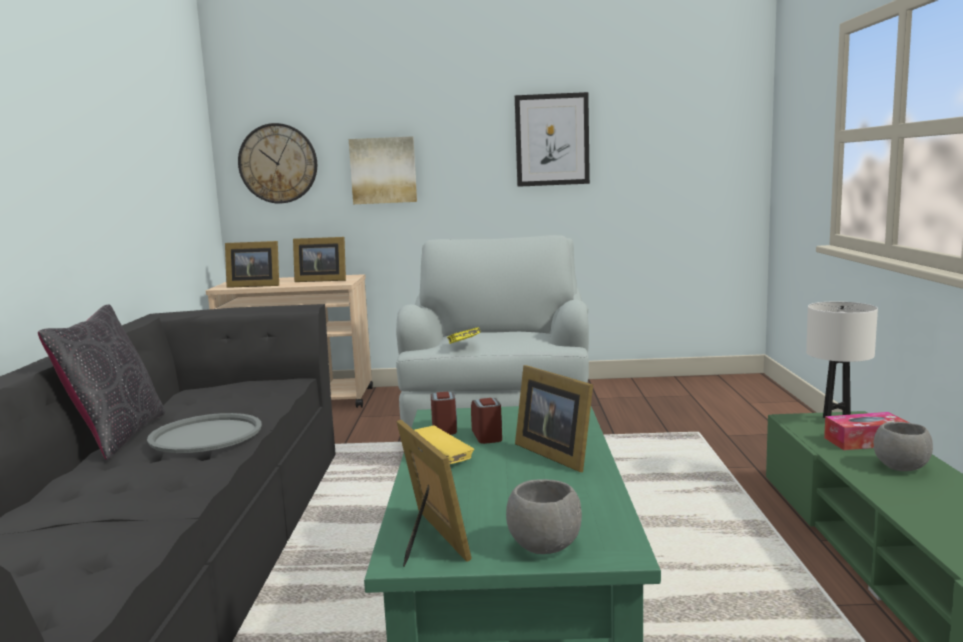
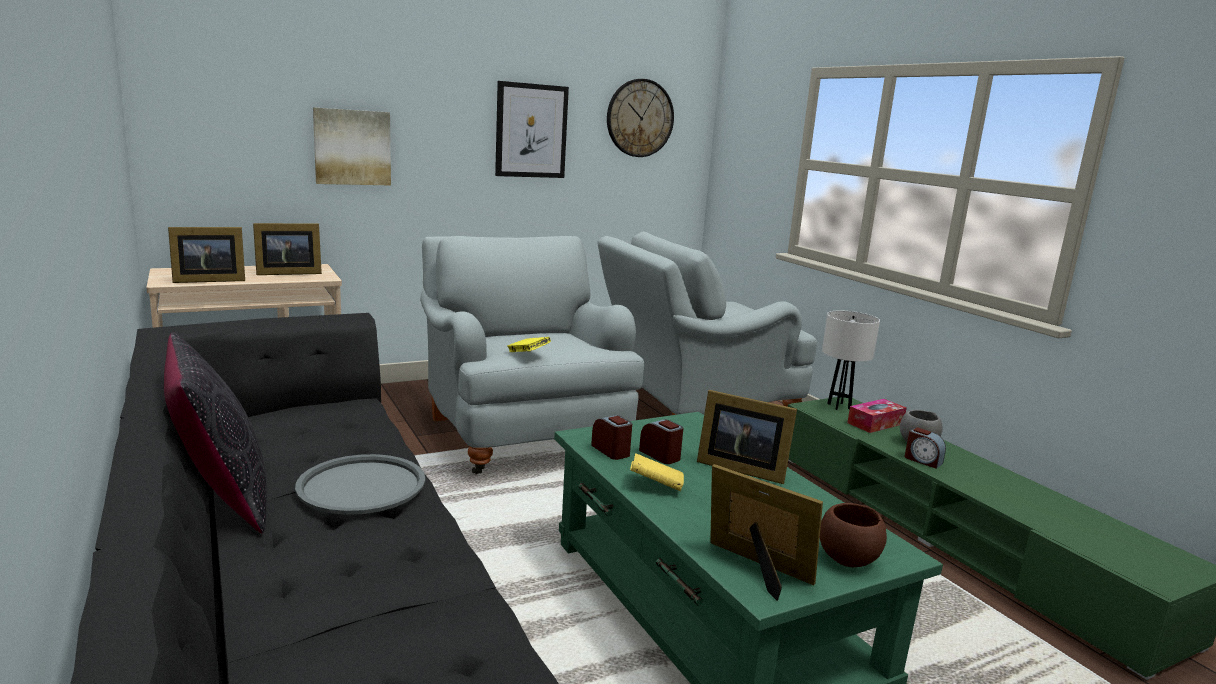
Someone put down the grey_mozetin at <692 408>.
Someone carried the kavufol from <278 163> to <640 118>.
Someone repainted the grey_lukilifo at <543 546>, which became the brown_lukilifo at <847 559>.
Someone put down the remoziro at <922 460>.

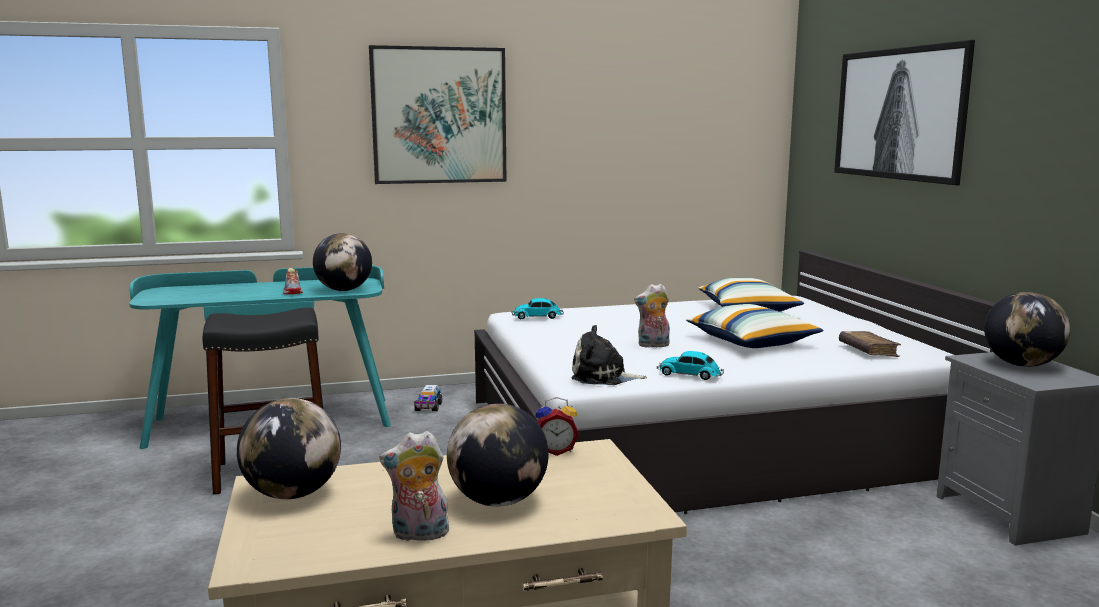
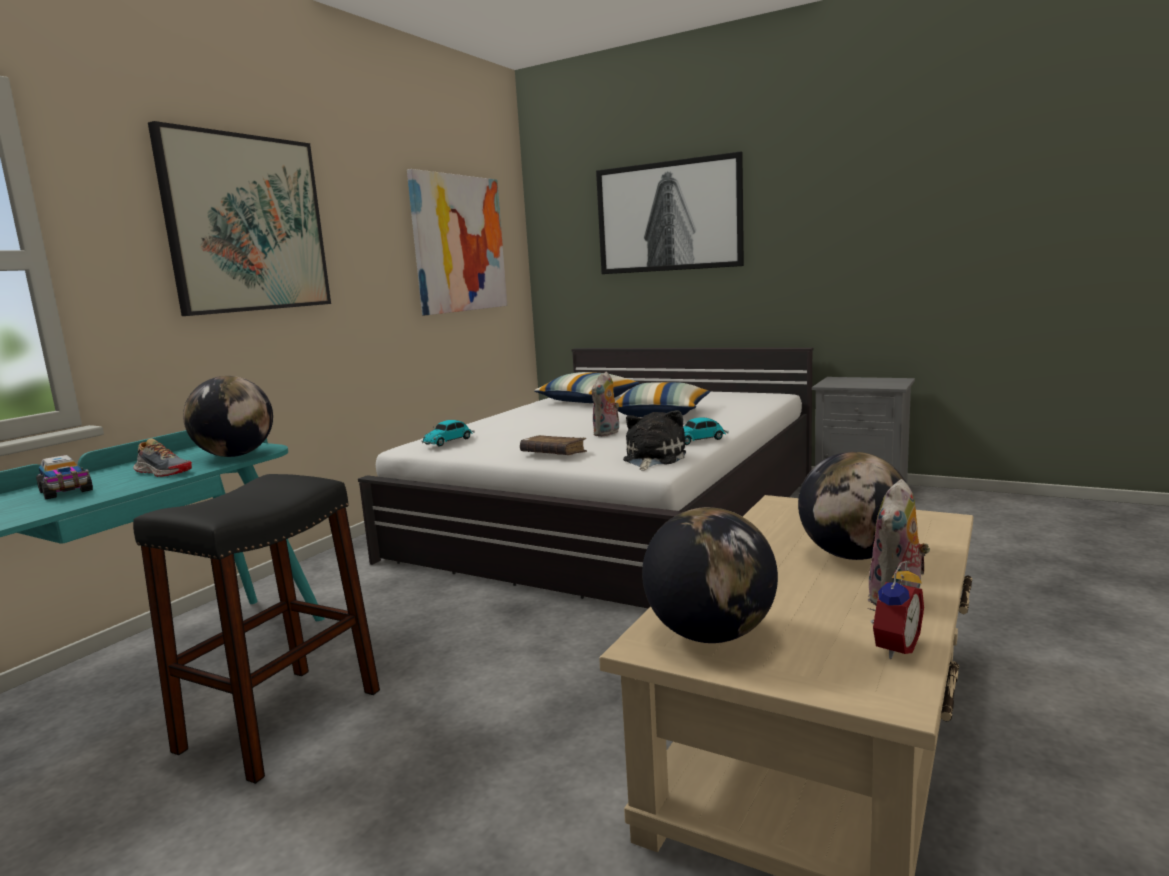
Someone carried the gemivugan from <428 407> to <66 491>.
Someone put up the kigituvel at <459 244>.
Someone carried the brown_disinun from <868 351> to <553 454>.
Someone rotated the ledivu at <603 377> by 150 degrees clockwise.
Someone carried the remoziro from <556 451> to <892 647>.
Someone took away the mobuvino at <1022 365>.

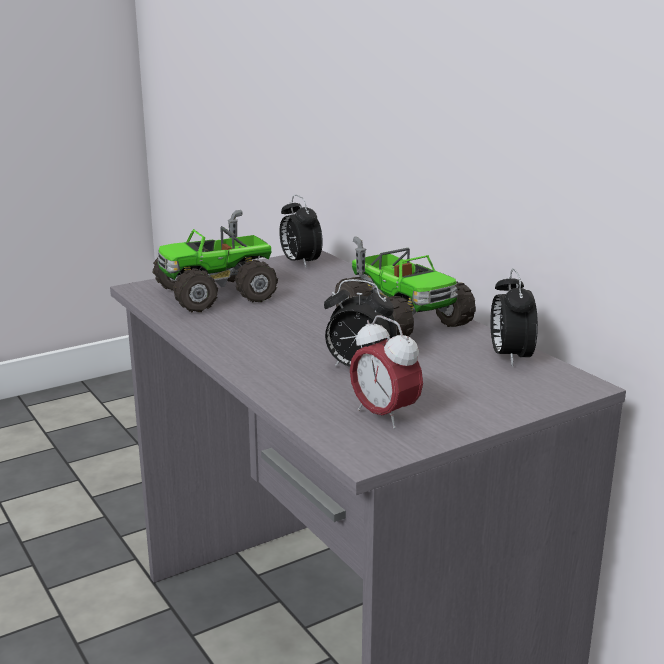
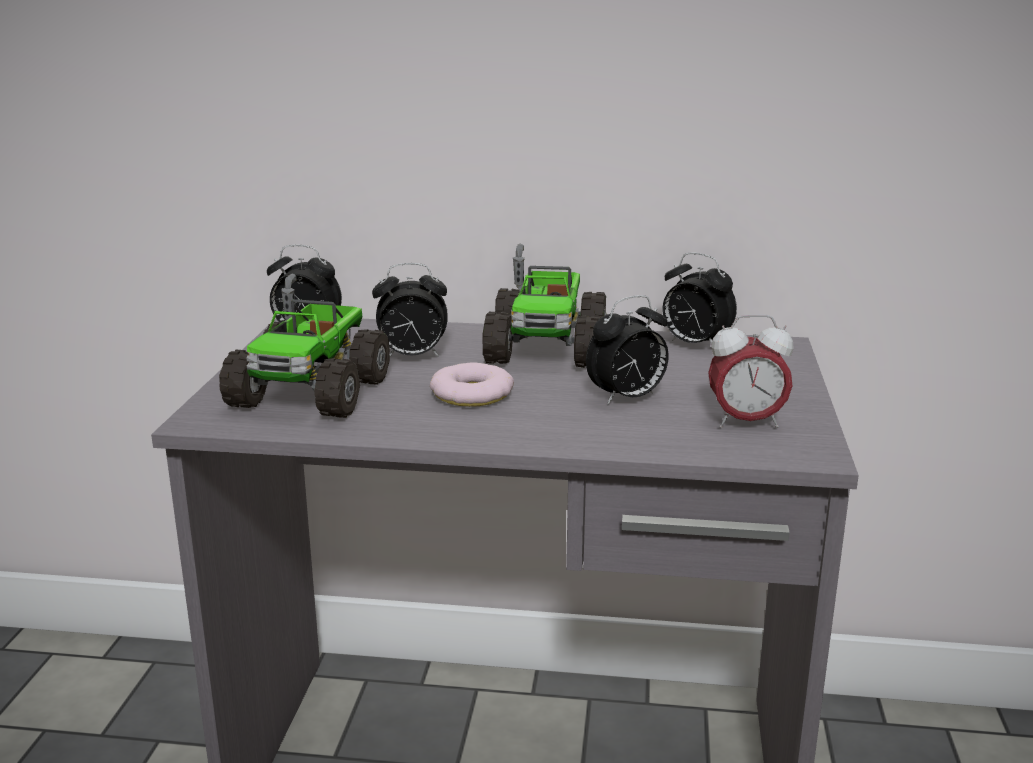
Someone put down the remoziro at <412 357>.
Someone put down the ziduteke at <471 394>.
Someone rotated the gemivugan at <401 321> by 90 degrees clockwise.

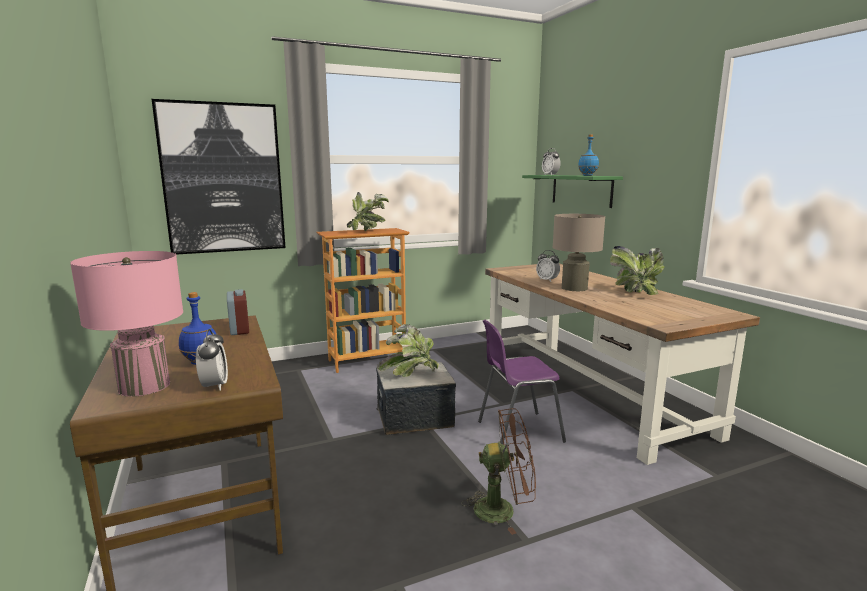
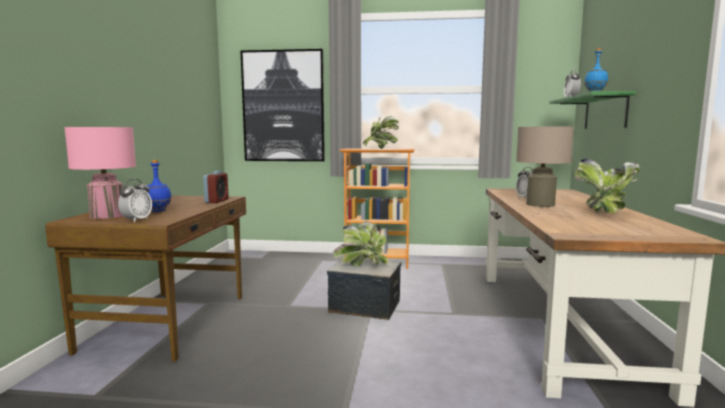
Someone took away the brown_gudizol at <503 509>.
Someone took away the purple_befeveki at <517 431>.

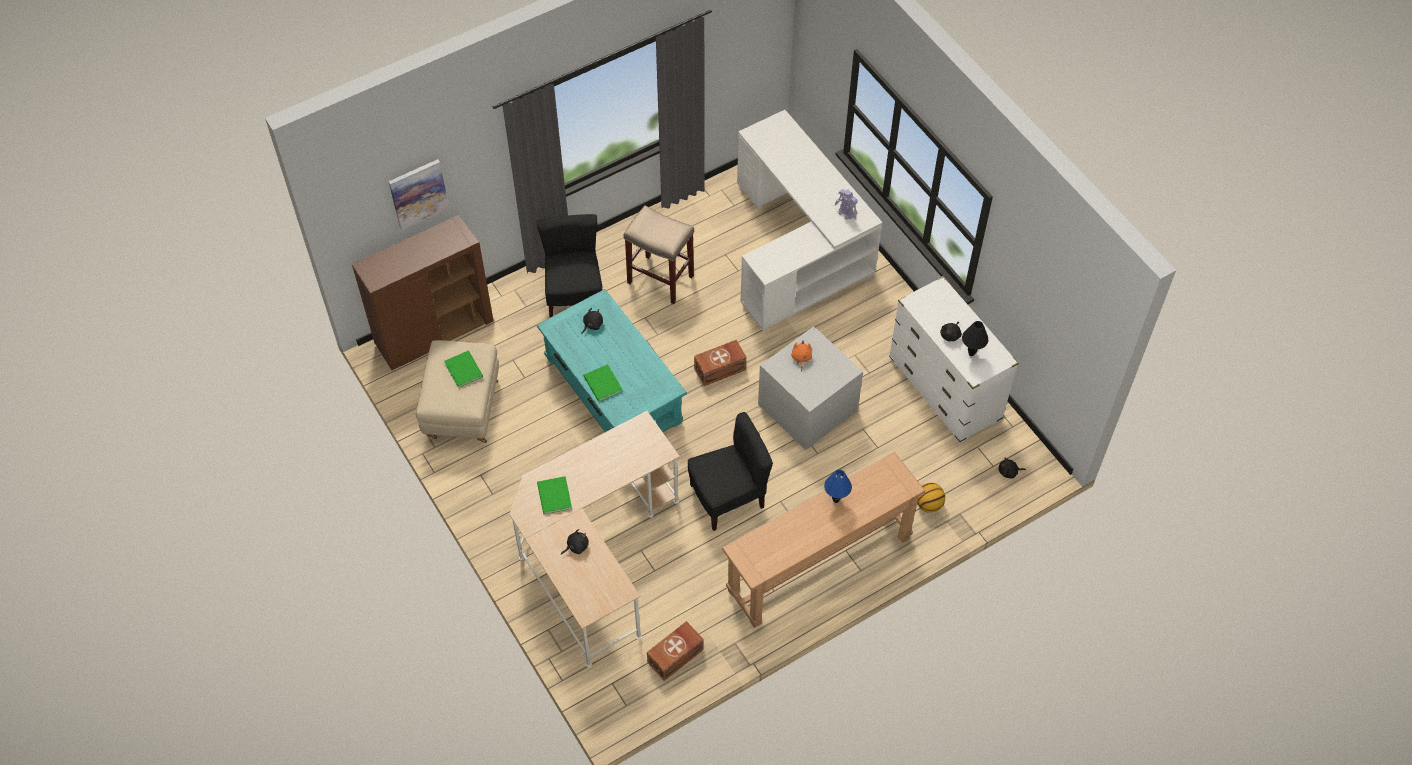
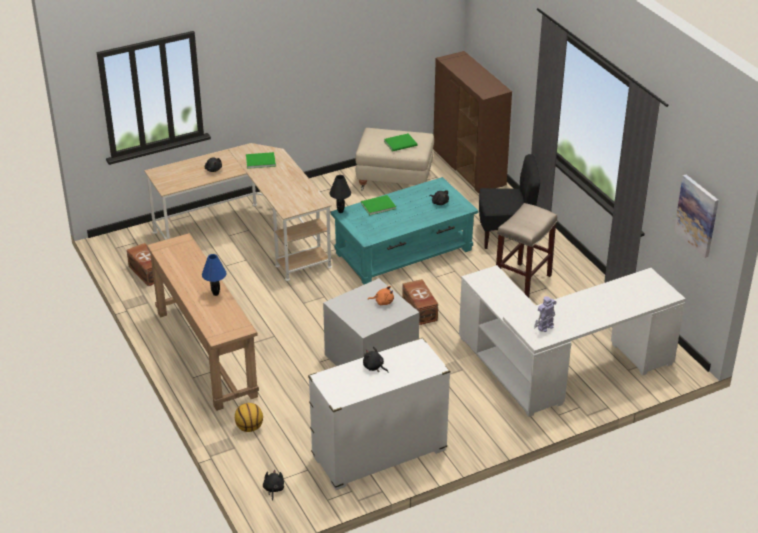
Someone carried the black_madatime from <971 353> to <341 211>.
Someone carried the kigituvel from <418 193> to <697 215>.
Someone took away the black_befeveki at <727 497>.

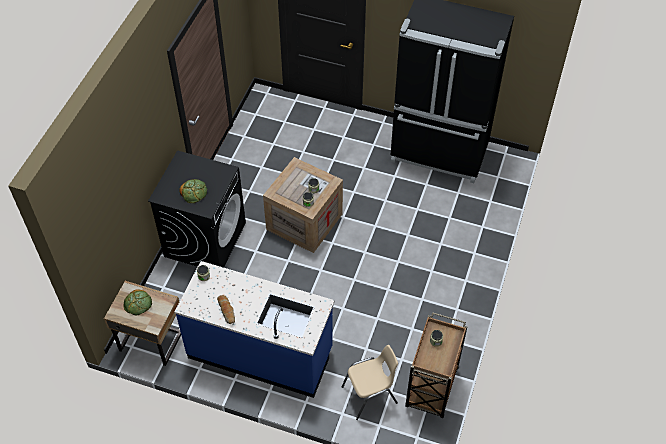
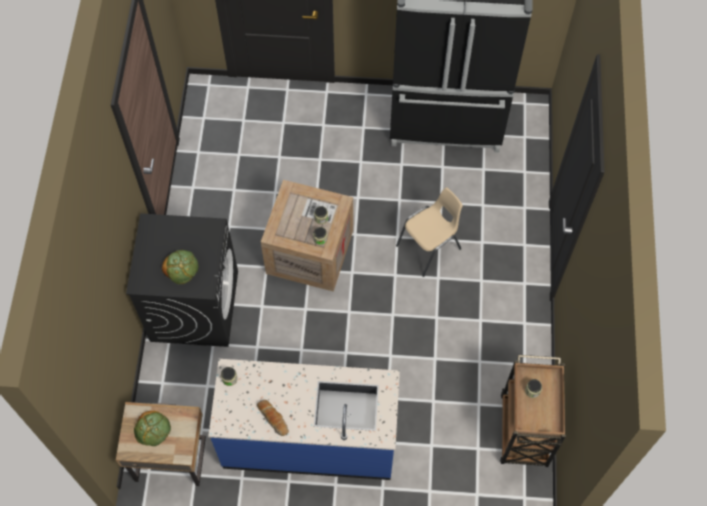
Someone carried the beige_befeveki from <370 395> to <429 247>.

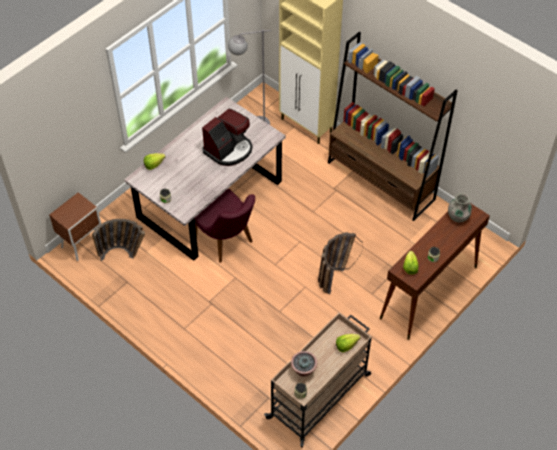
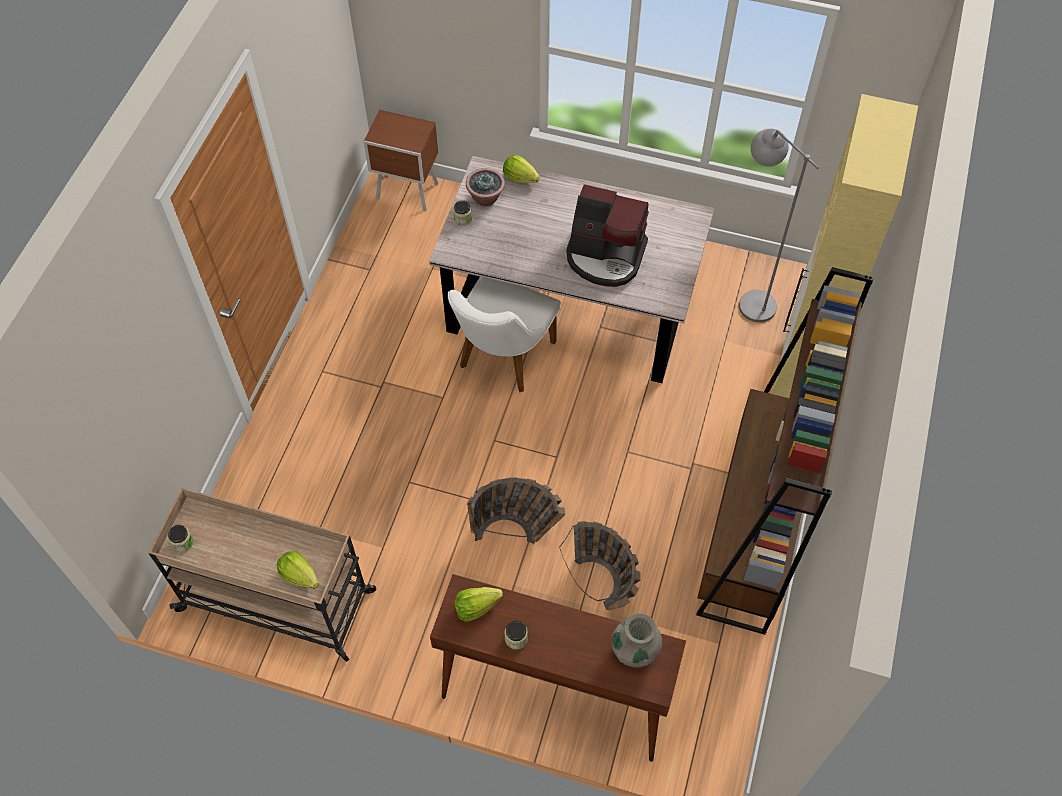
Someone repainted the purple_befeveki at <227 242>, which became the white_befeveki at <501 360>.
Someone carried the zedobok from <303 370> to <485 198>.
Someone carried the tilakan from <124 254> to <606 591>.

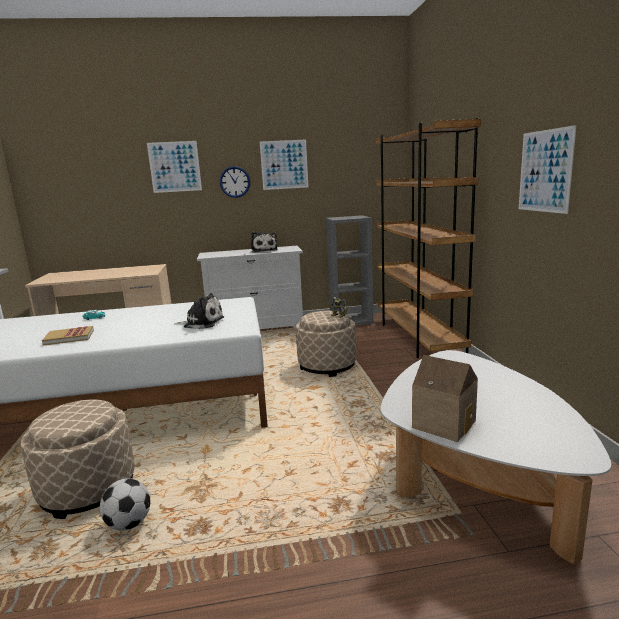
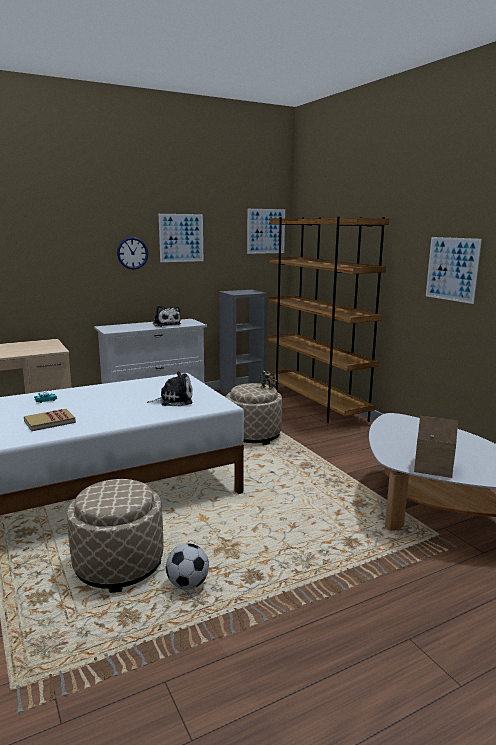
Someone carried the kigituvel from <175 167> to <266 231>.

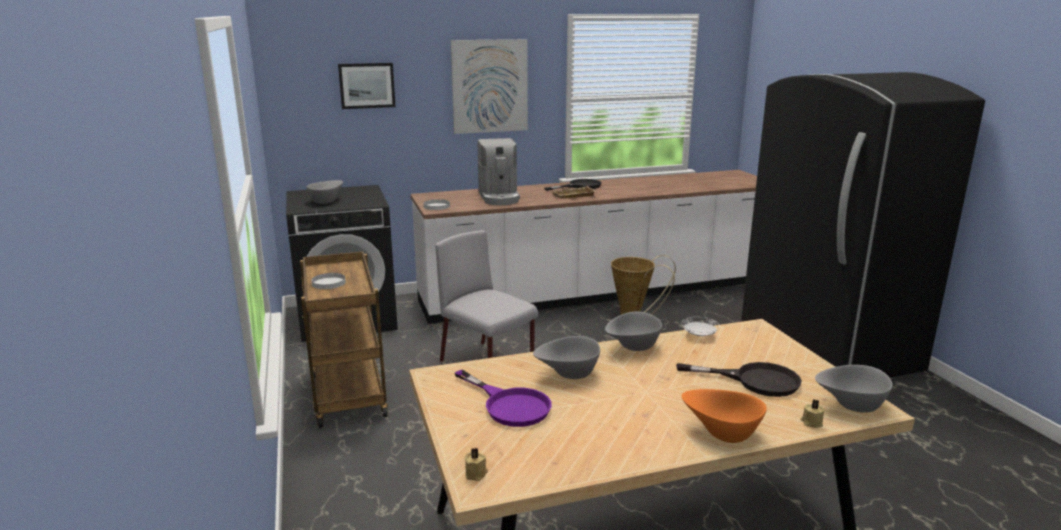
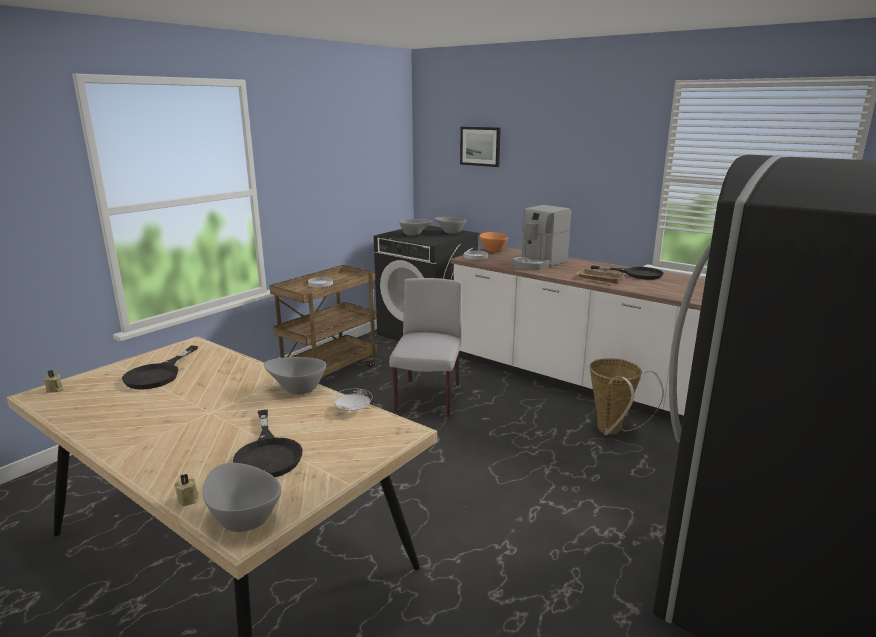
Someone repainted the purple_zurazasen at <509 405>, which became the black_zurazasen at <158 374>.
Someone carried the grey_lukilifo from <568 374> to <450 232>.
Someone carried the orange_lukilifo from <721 432> to <492 250>.
Someone took away the kigituvel at <490 86>.

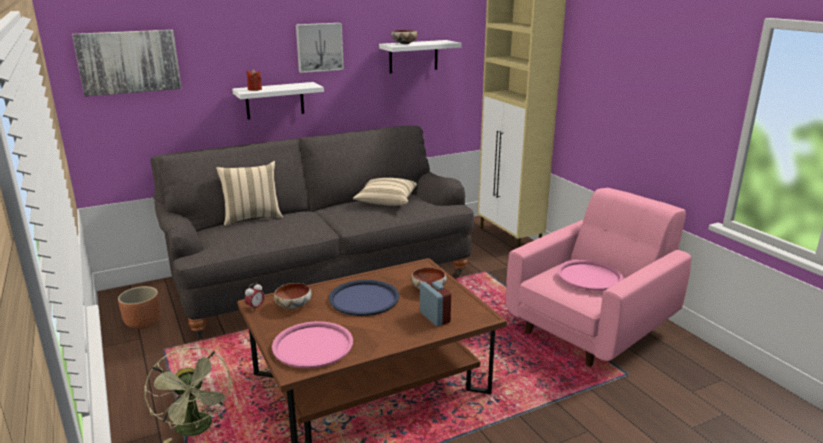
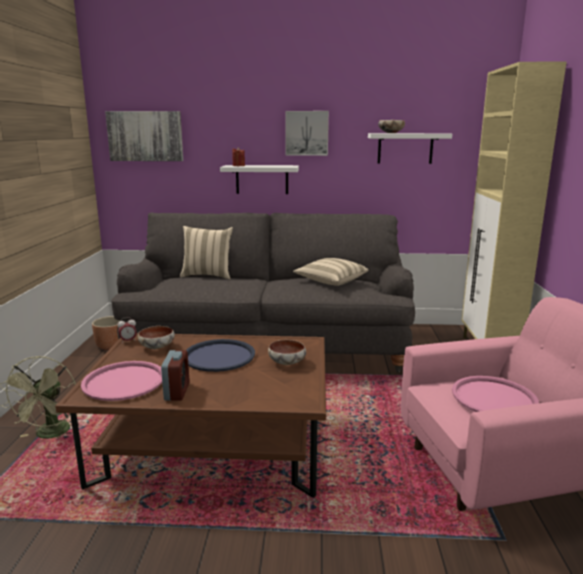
Someone carried the remoziro from <434 317> to <177 392>.

